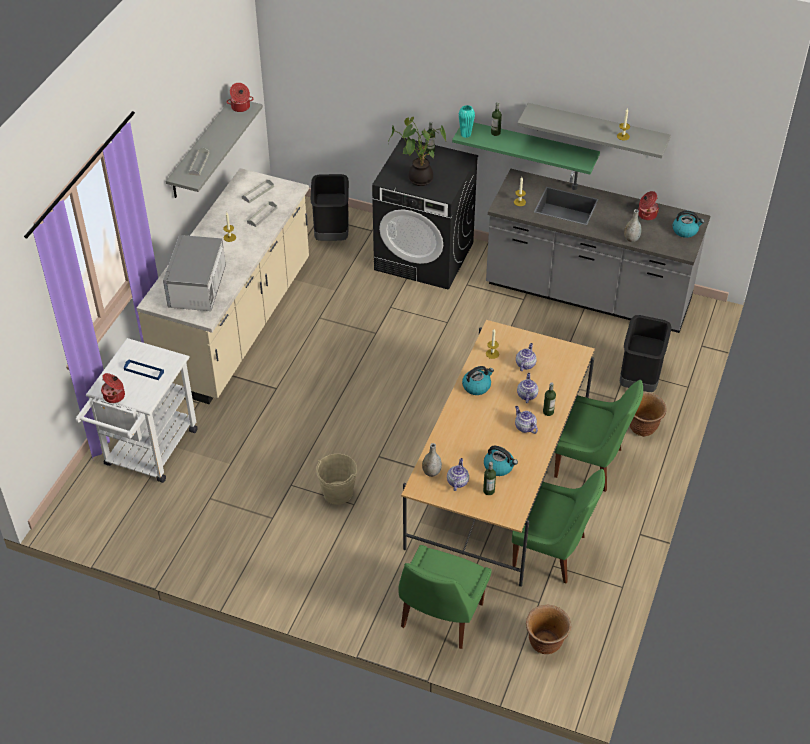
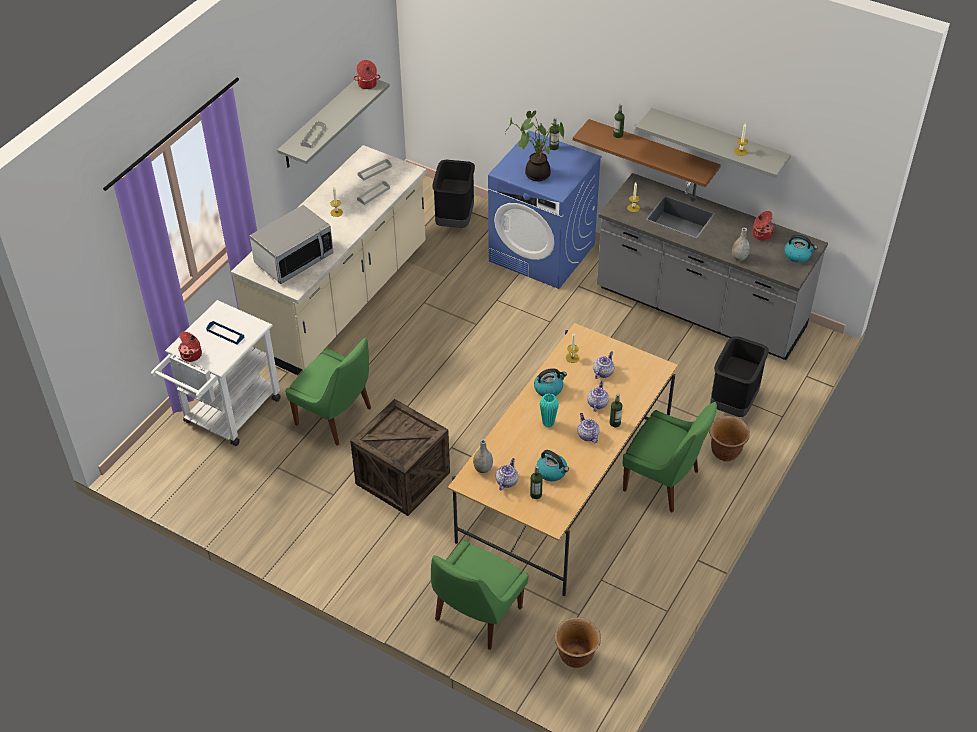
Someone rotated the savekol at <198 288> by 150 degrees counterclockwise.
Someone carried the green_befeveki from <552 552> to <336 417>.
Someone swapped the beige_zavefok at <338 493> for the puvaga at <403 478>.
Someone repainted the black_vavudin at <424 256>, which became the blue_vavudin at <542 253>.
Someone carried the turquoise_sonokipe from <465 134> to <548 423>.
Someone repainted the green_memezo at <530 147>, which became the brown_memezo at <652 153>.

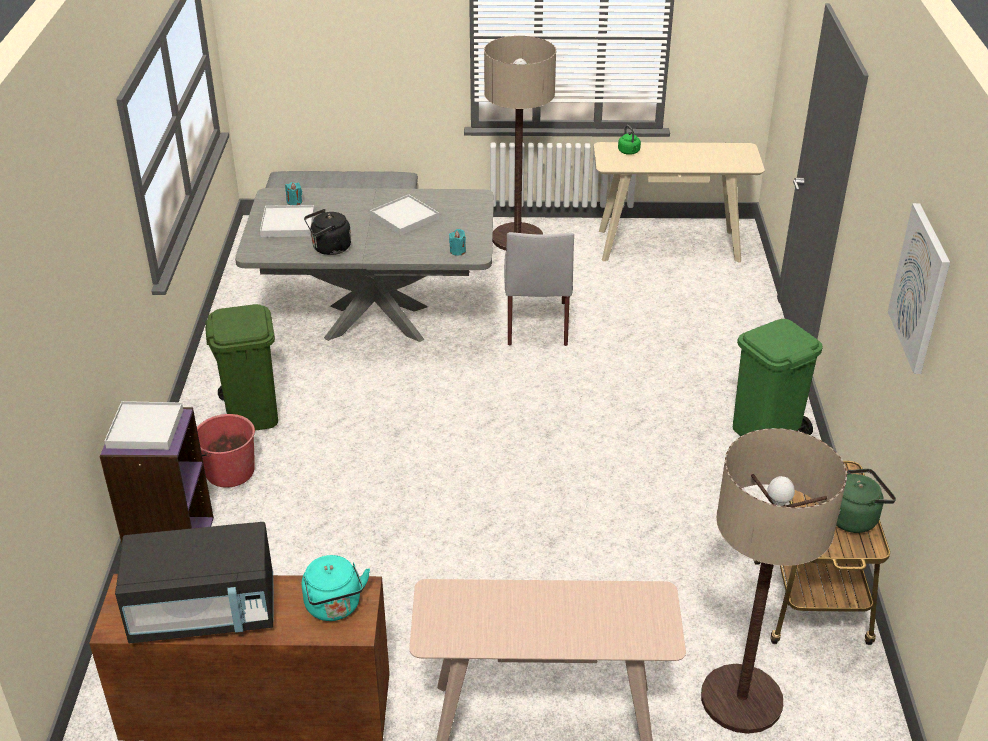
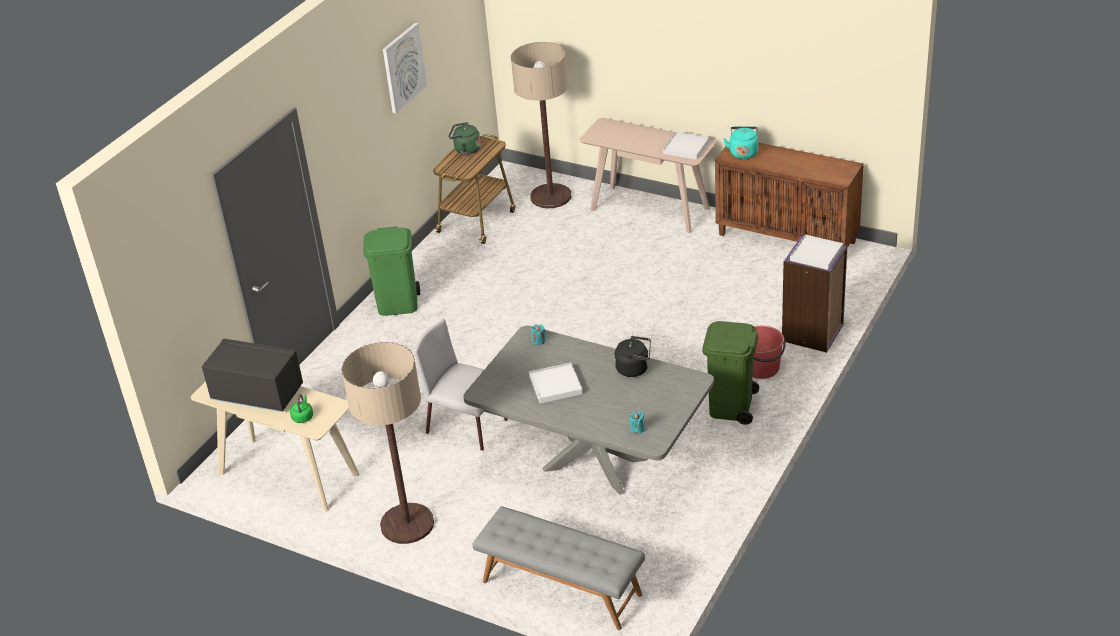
Someone carried the black_savekol from <204 612> to <257 394>.
Someone rotated the grey_befeveki at <537 322> by 90 degrees counterclockwise.
Someone carried the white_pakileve from <288 224> to <686 147>.

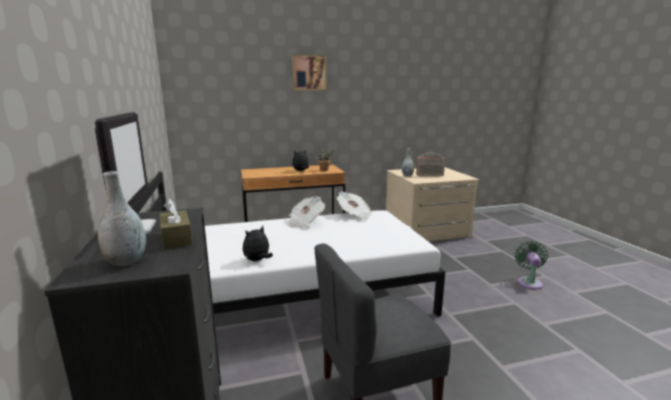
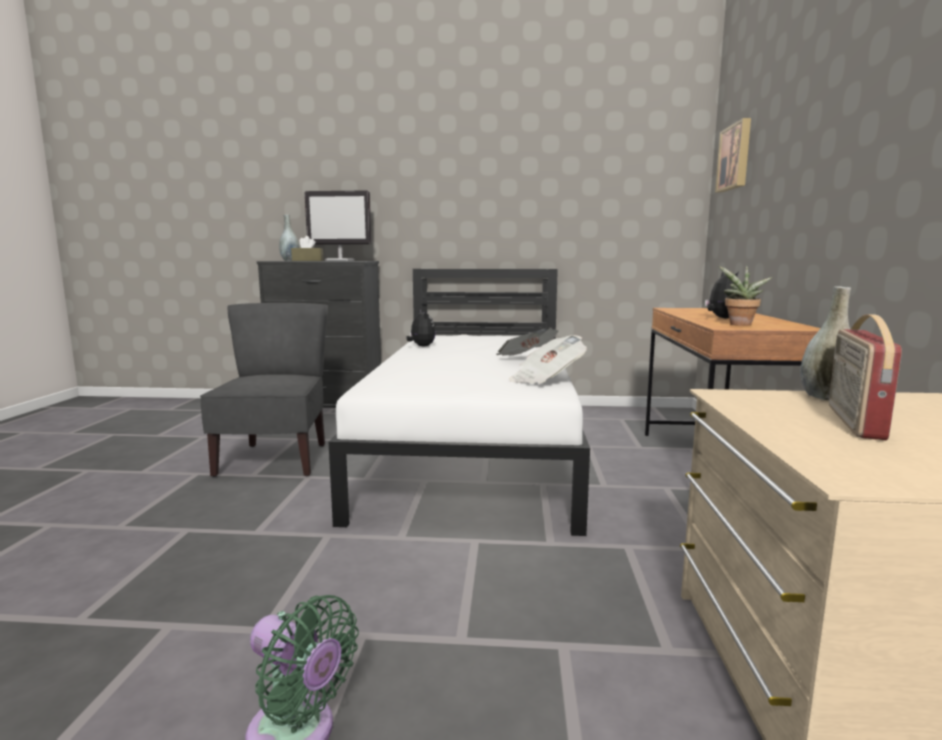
Someone carried the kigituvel from <309 73> to <735 157>.

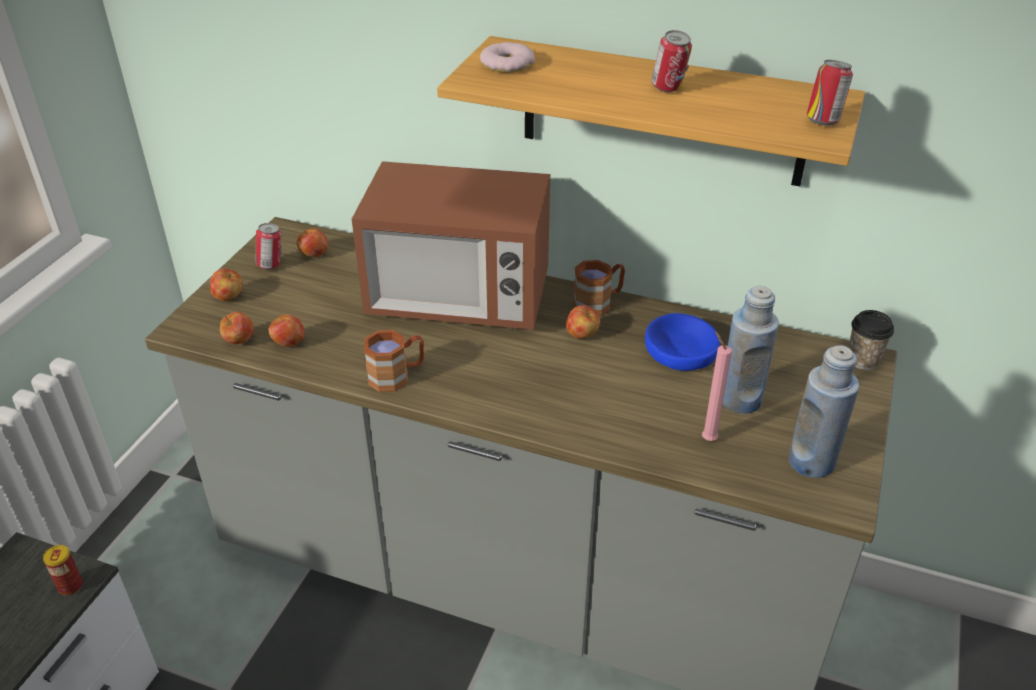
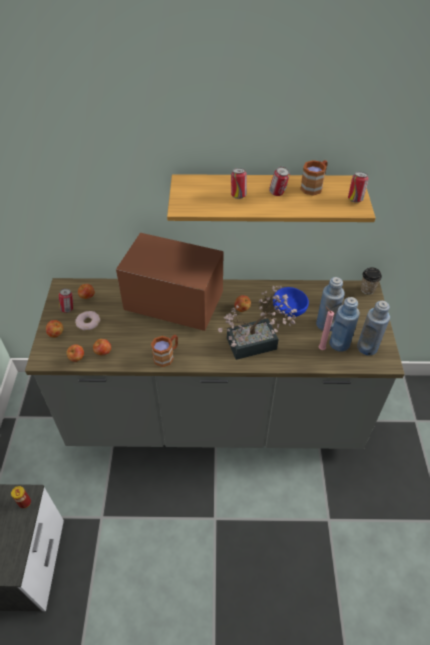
Someone carried the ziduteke from <507 64> to <88 322>.
Someone rotated the savekol at <458 299> by 150 degrees counterclockwise.
Someone put down the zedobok at <257 343>.
Someone put down the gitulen at <238 195>.
Someone carried the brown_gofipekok from <598 303> to <314 186>.
Someone put down the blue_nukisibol at <339 344>.

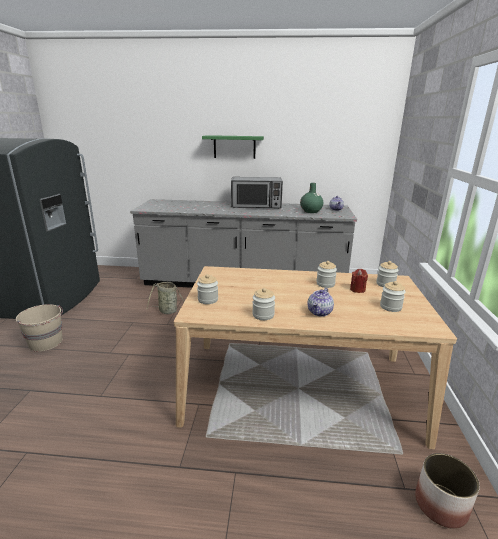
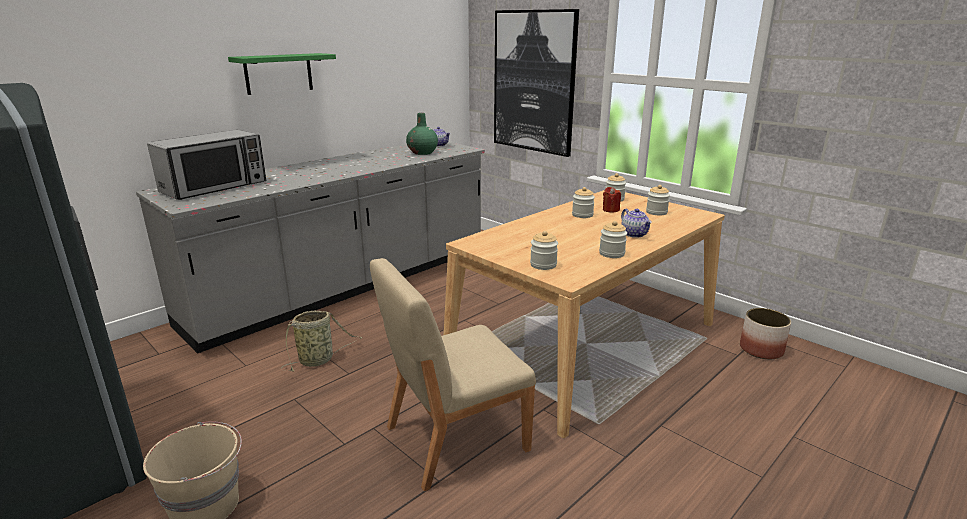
Someone carried the savekol from <256 206> to <215 187>.
Someone put down the beige_befeveki at <454 438>.
Someone put up the kigituvel at <534 82>.

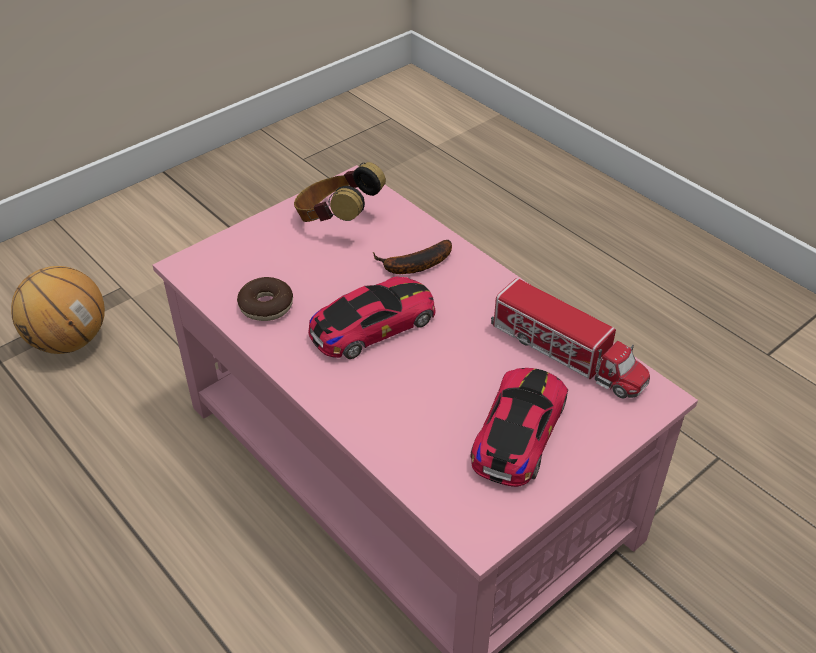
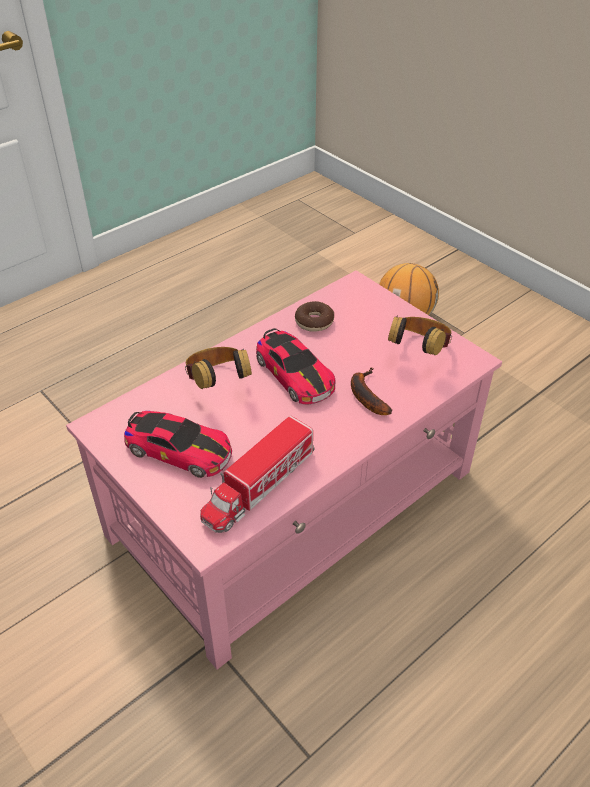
Someone put down the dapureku at <218 383>.

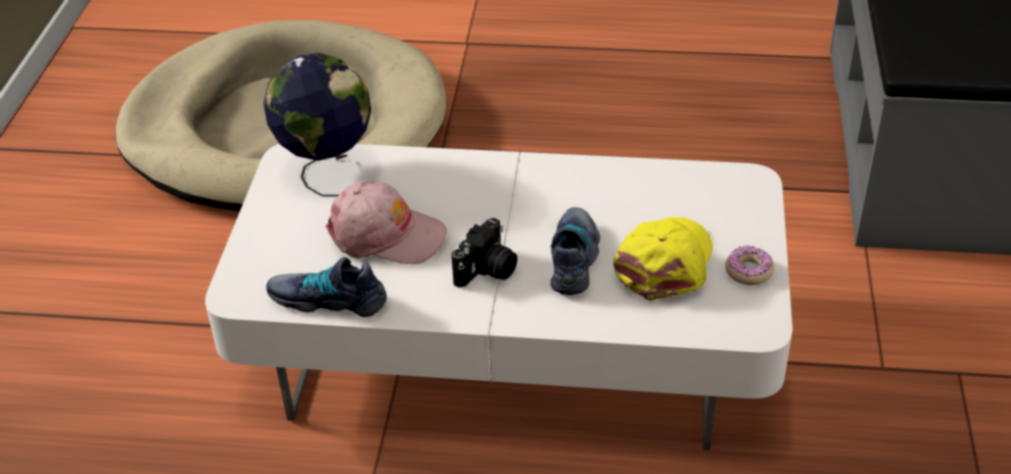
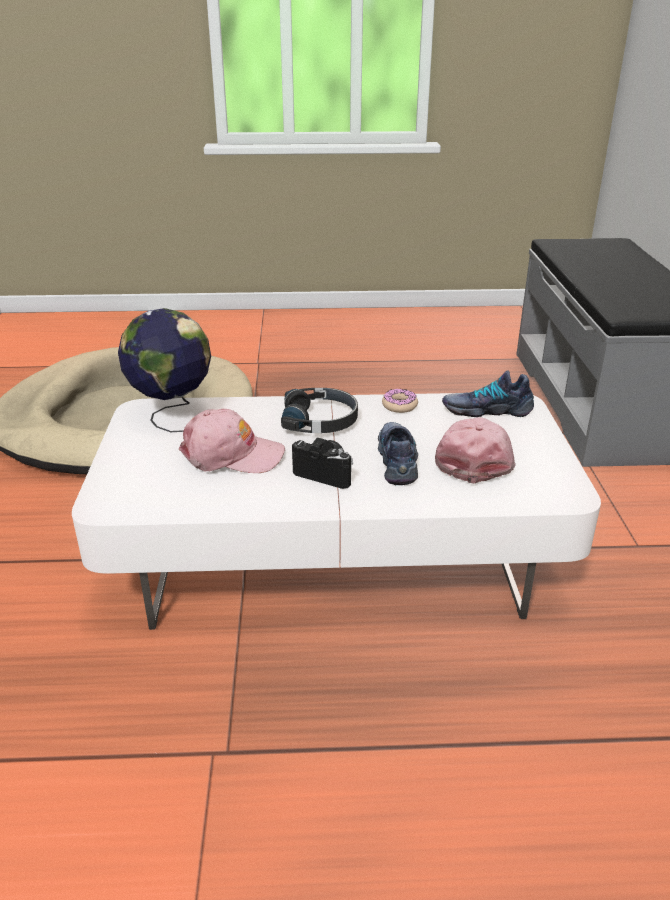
Someone put down the black_dapureku at <320 421>.
Someone rotated the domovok at <487 271> by 90 degrees counterclockwise.
Someone carried the ziduteke from <749 271> to <399 406>.
Someone repainted the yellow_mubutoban at <665 263>, which became the pink_mubutoban at <474 458>.
Someone carried the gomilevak from <328 299> to <486 410>.

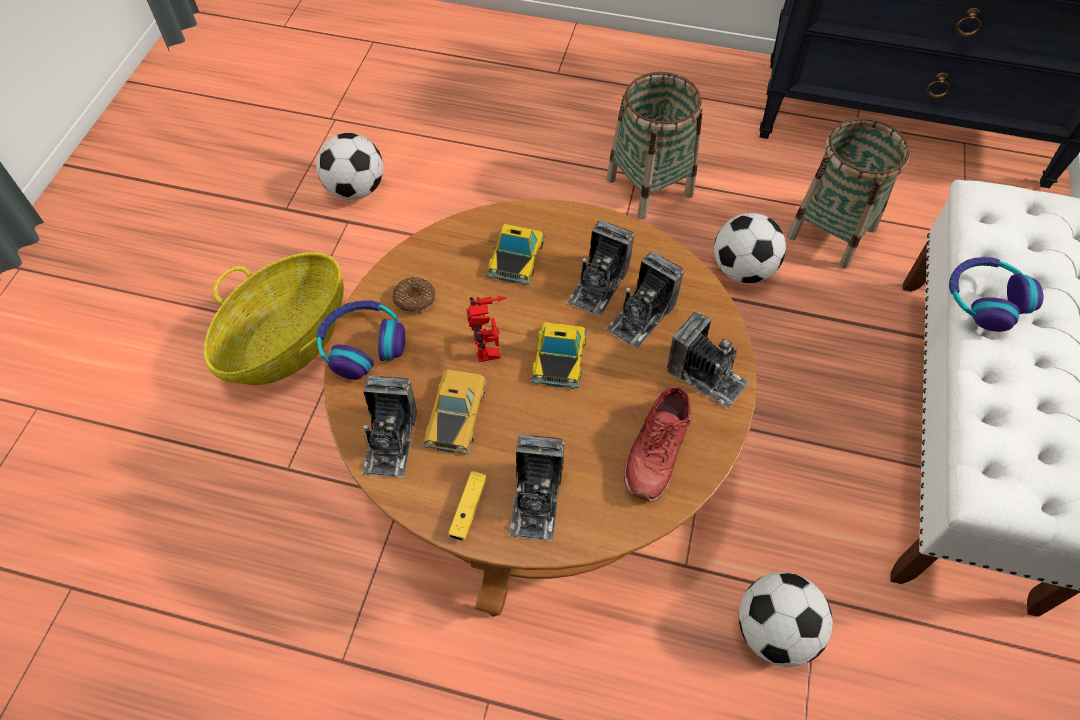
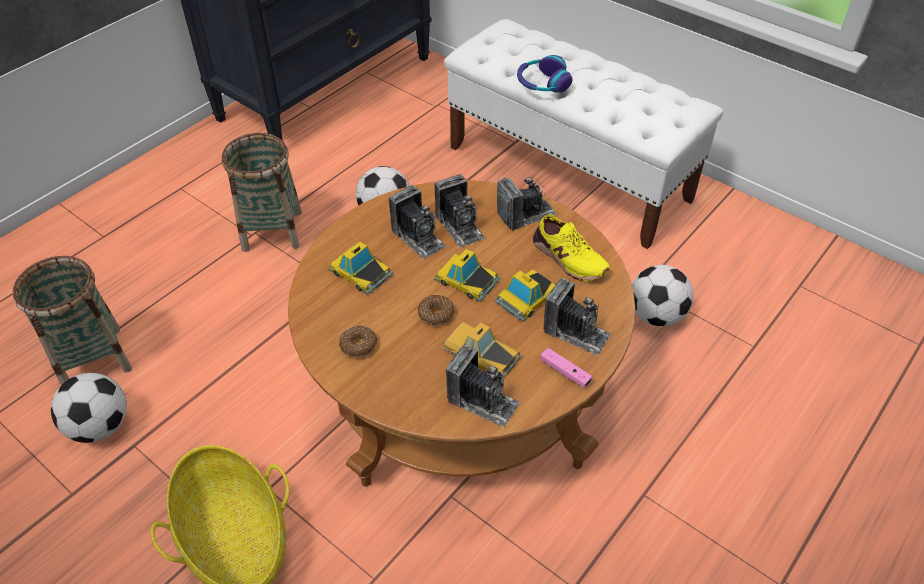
Someone carried the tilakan from <831 233> to <93 359>.
Someone swapped the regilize at <492 348> for the ziduteke at <436 314>.
Someone put down the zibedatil at <527 297>.
Someone repainted the red_gomilevak at <656 449>, which became the yellow_gomilevak at <568 258>.
Someone repainted the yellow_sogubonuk at <468 509>, which became the pink_sogubonuk at <565 372>.
Someone took away the dapureku at <362 345>.

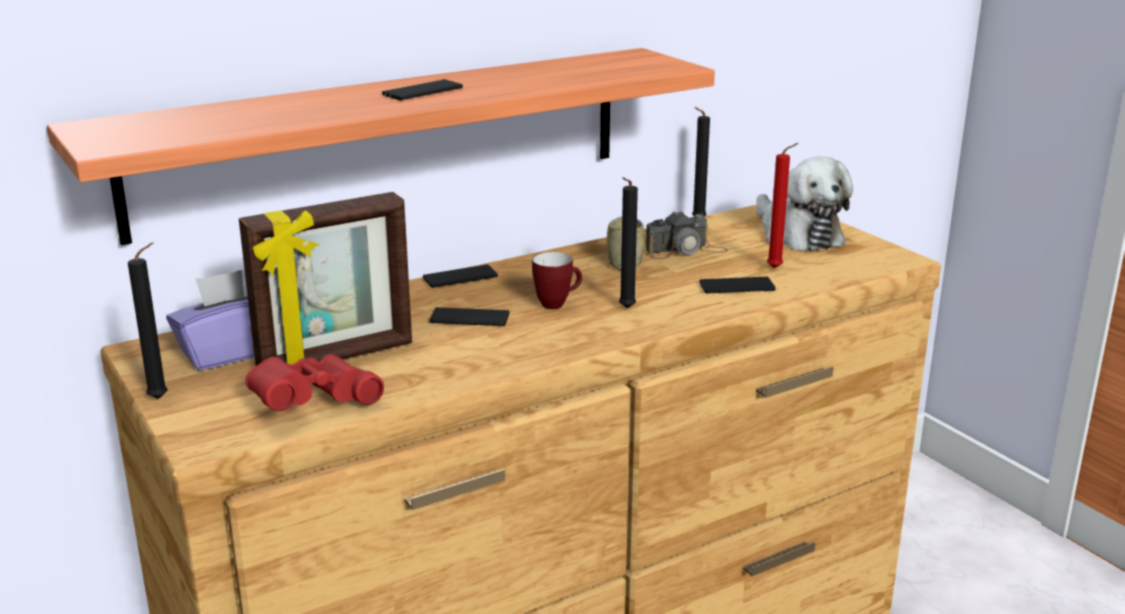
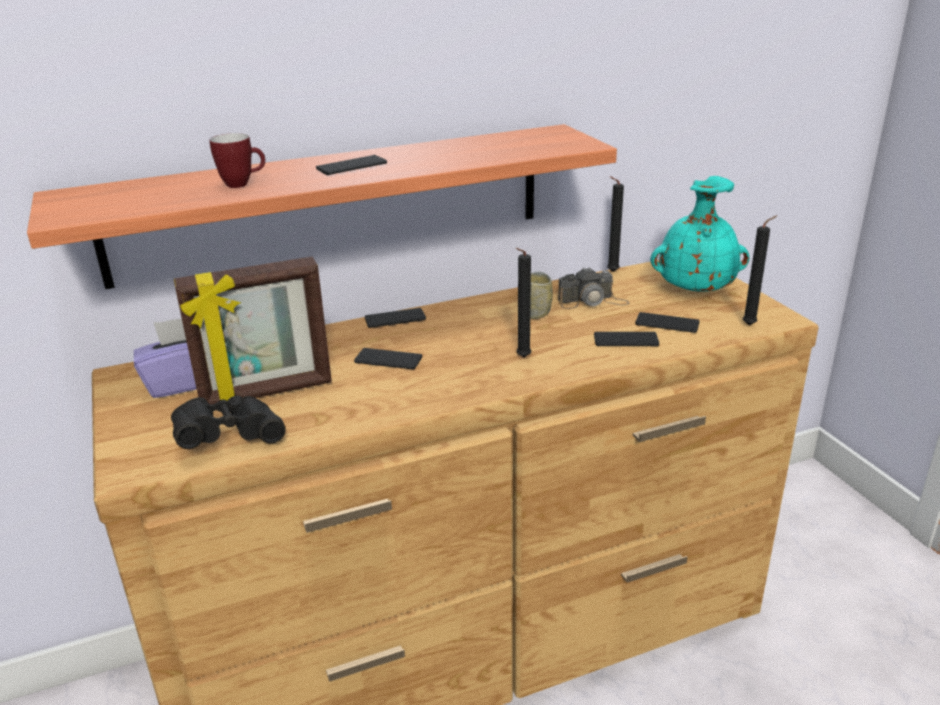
Someone repainted the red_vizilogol at <312 404>, which became the black_vizilogol at <229 438>.
Someone carried the gofipekok from <557 304> to <242 184>.
Someone swapped the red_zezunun at <777 268> for the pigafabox at <667 323>.
Someone swapped the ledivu at <797 234> for the turquoise_sonokipe at <695 290>.
Someone carried the black_zezunun from <161 398> to <751 325>.

